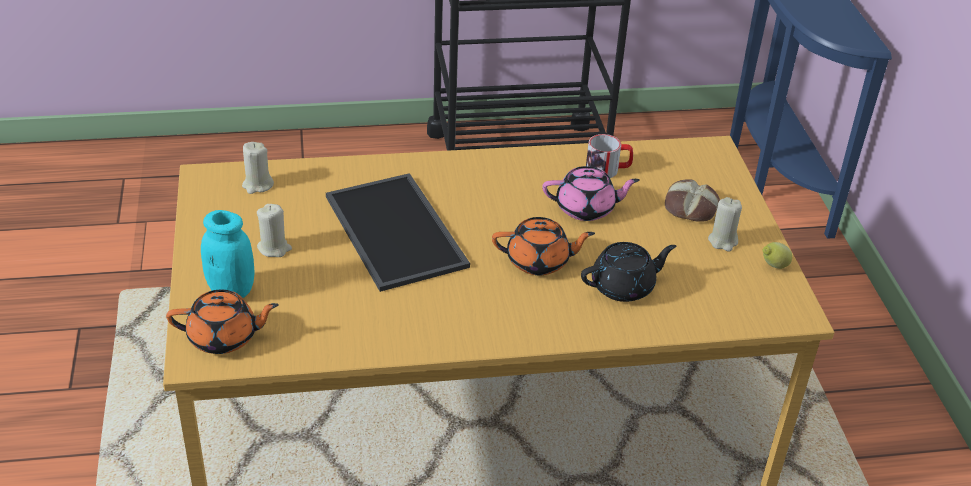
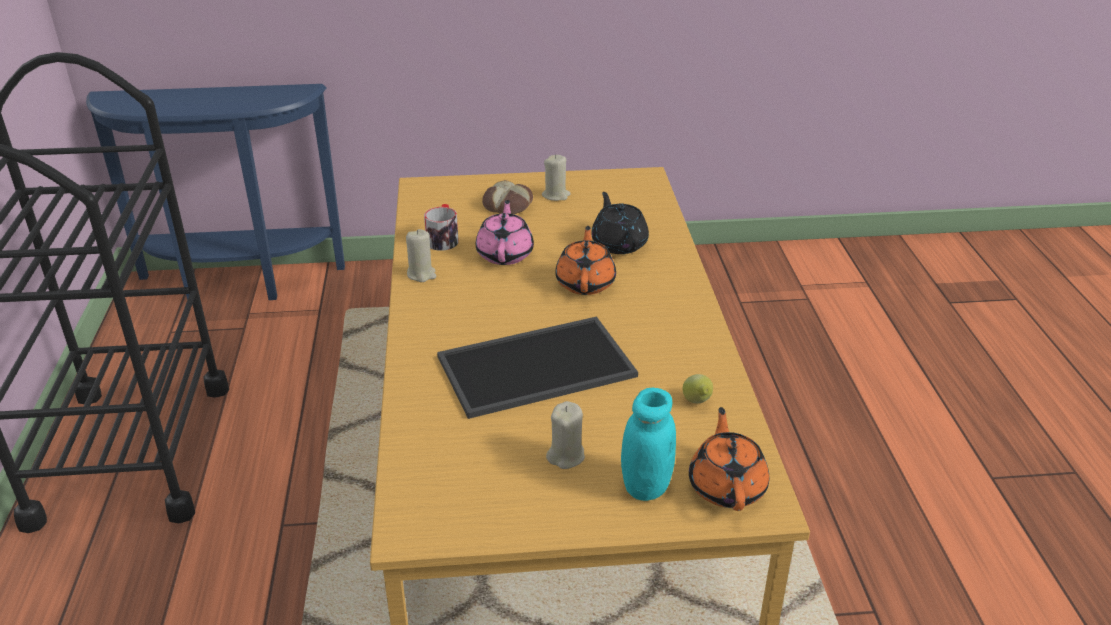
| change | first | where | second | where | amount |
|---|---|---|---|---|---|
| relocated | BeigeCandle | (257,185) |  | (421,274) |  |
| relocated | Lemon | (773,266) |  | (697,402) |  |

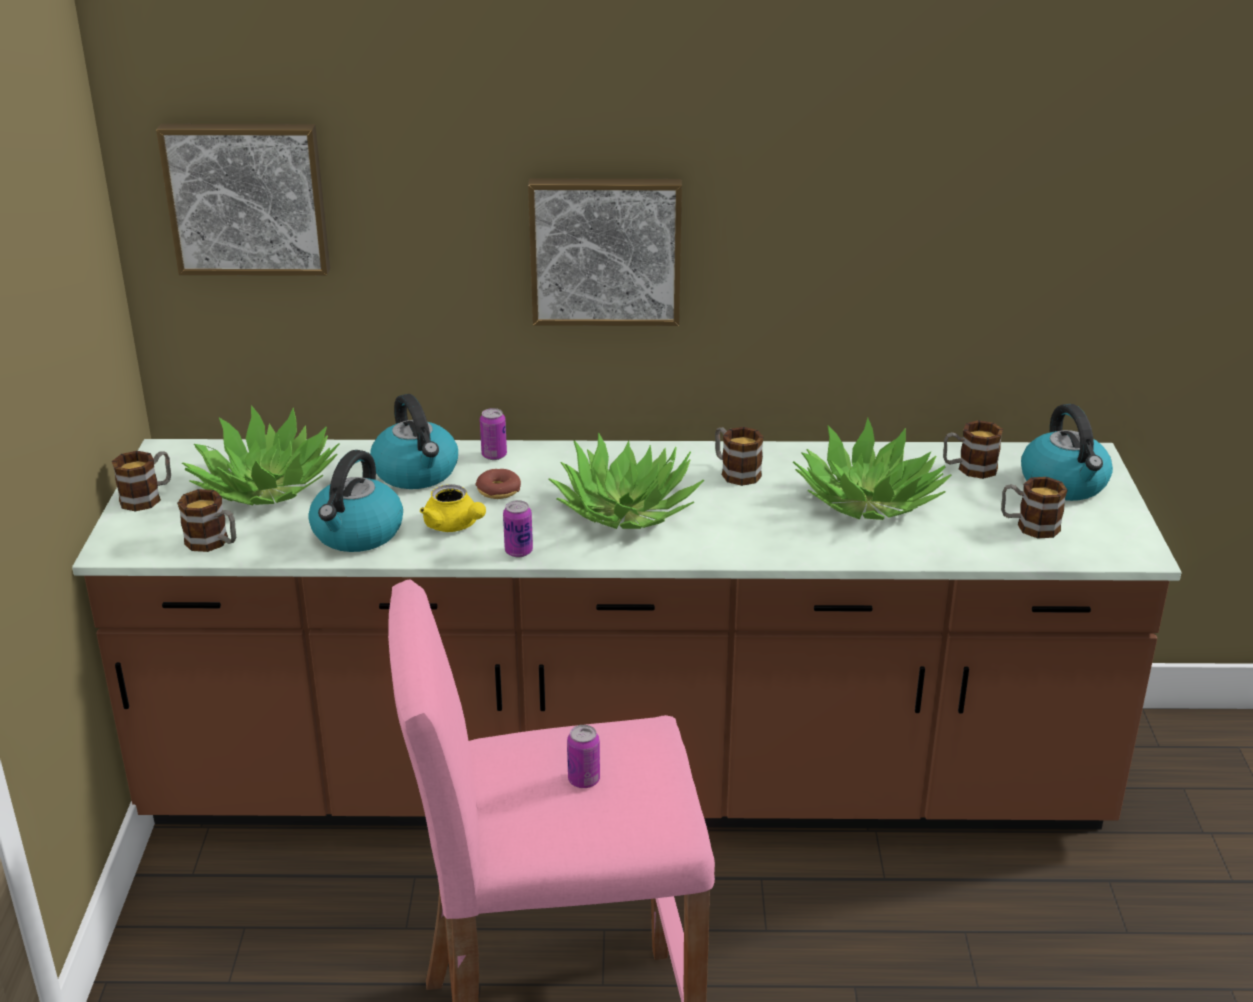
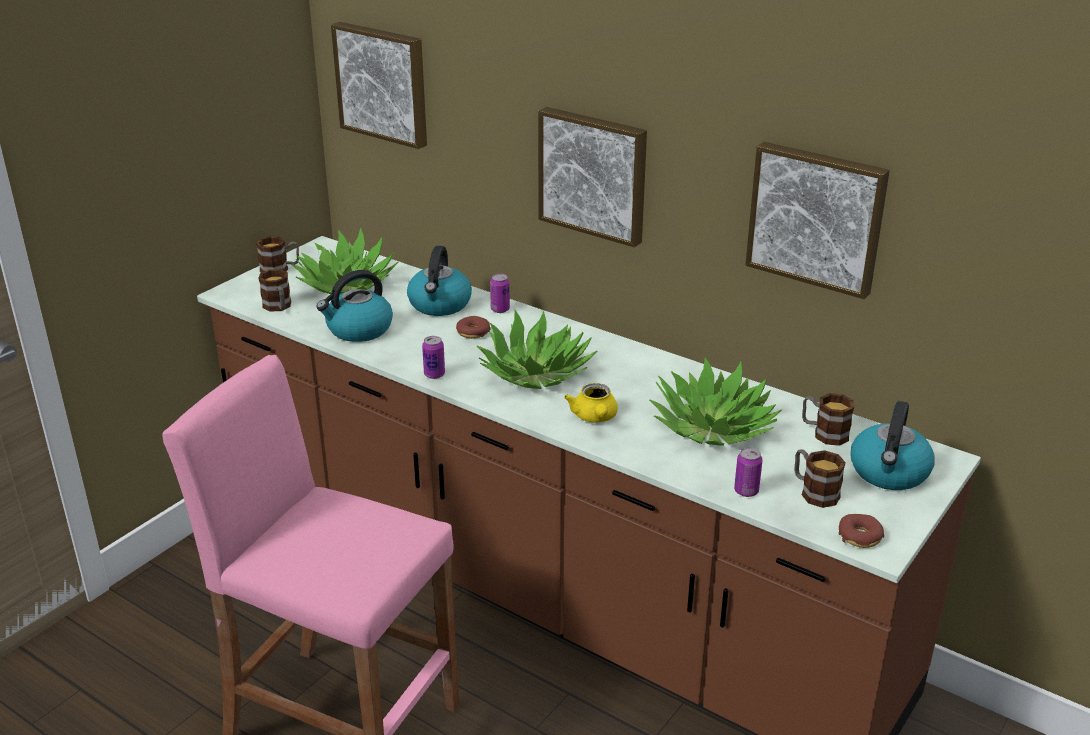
| change | first | where | second | where | amount |
|---|---|---|---|---|---|
| relocated | YellowTeapot | (454,526) |  | (594,418) |  |
| relocated | Can | (584,780) |  | (746,491) |  |
| missing | Mug | (735,472) |  |  |  |
| appeared |  |  | Picture | (817,217) |  |
| appeared |  |  | Donut | (860,536) |  |

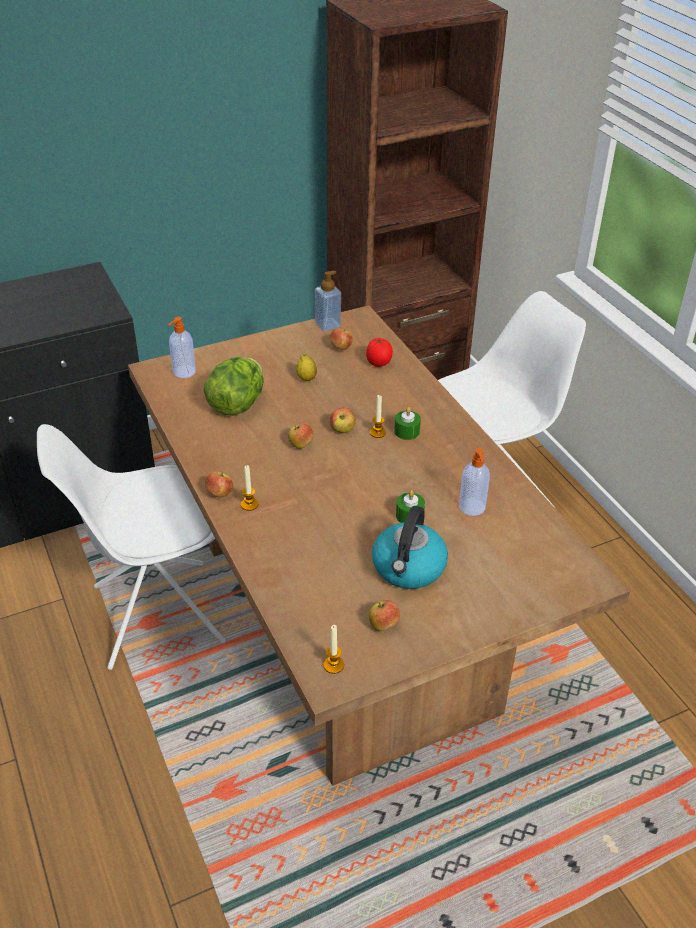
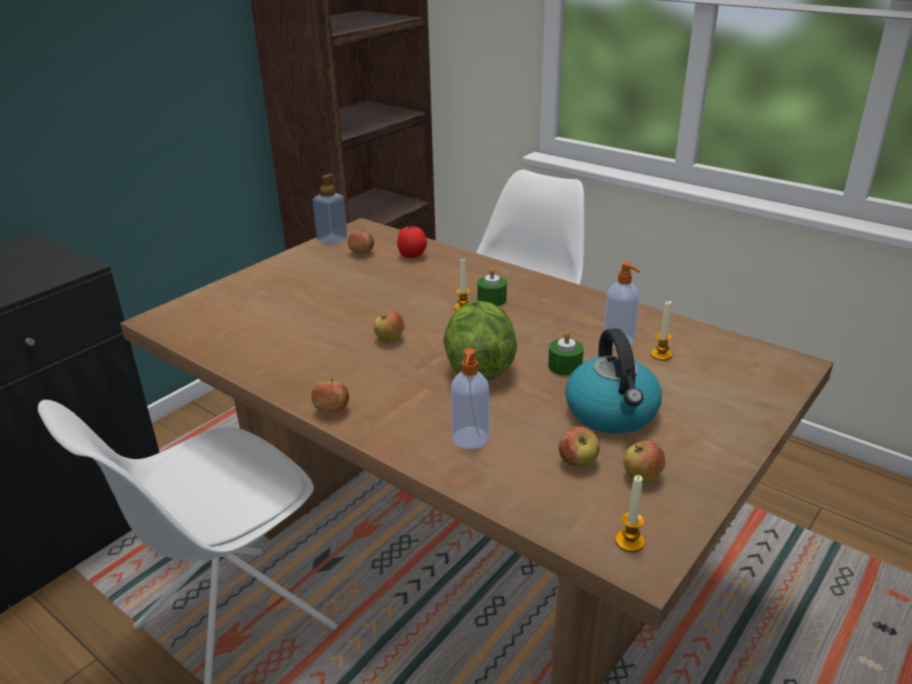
| change | first | where | second | where | amount |
|---|---|---|---|---|---|
| relocated | SoapDispenser | (183,372) |  | (470,439) |  |
| relocated | Lettuce | (237,404) |  | (479,368) |  |
| relocated | Candle | (249,504) |  | (661,355) |  |
| missing | Lemon | (306,378) |  |  |  |
| relocated | Apple | (342,430) |  | (578,462) |  |

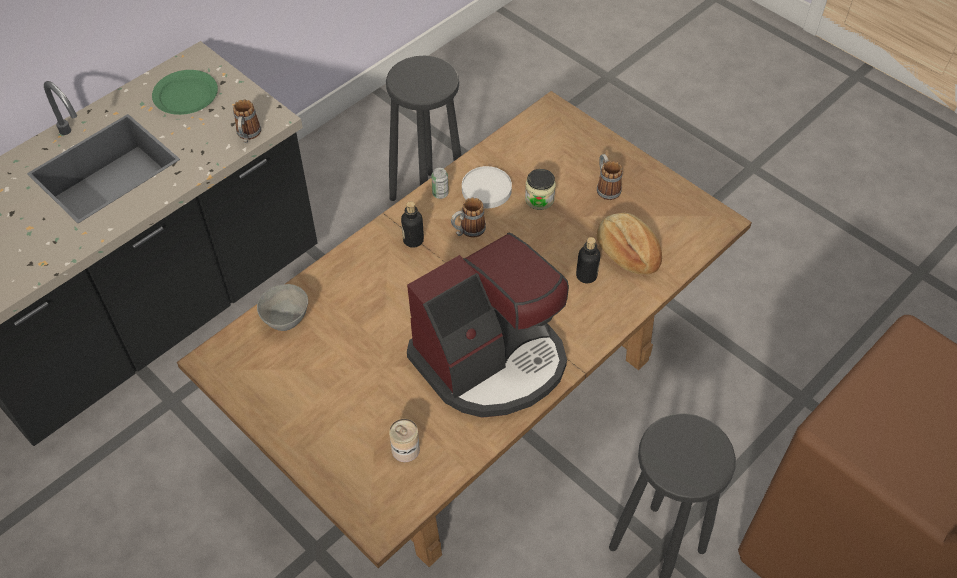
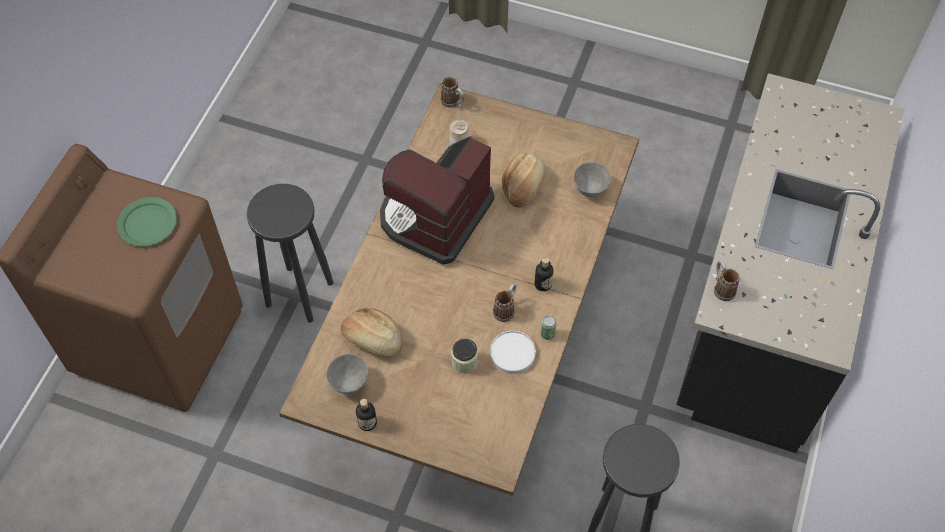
| change | first | where | second | where | amount |
|---|---|---|---|---|---|
| relocated | GreenPlate | (186,95) |  | (147,224) |  |
| relocated | Bottle | (586,275) |  | (367,423) |  |
| relocated | Mug | (606,187) |  | (453,103) |  |
| appeared |  |  | GreyBowl | (349,383) |  |
| appeared |  |  | Bread | (523,186) |  |

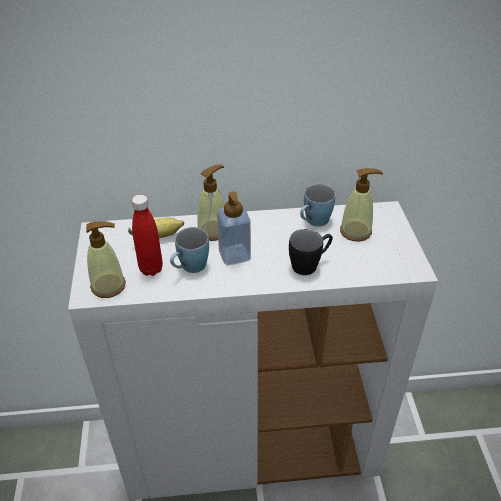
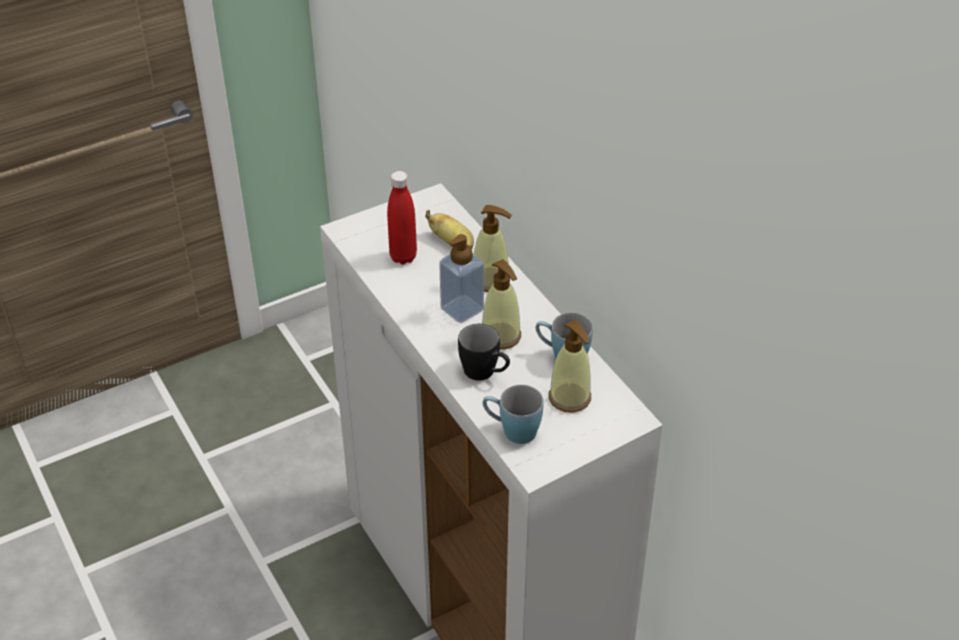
| change | first | where | second | where | amount |
|---|---|---|---|---|---|
| relocated | SoapDispenser | (108,286) |  | (501,336) |  |
| relocated | BlueMug | (189,268) |  | (512,430) |  |

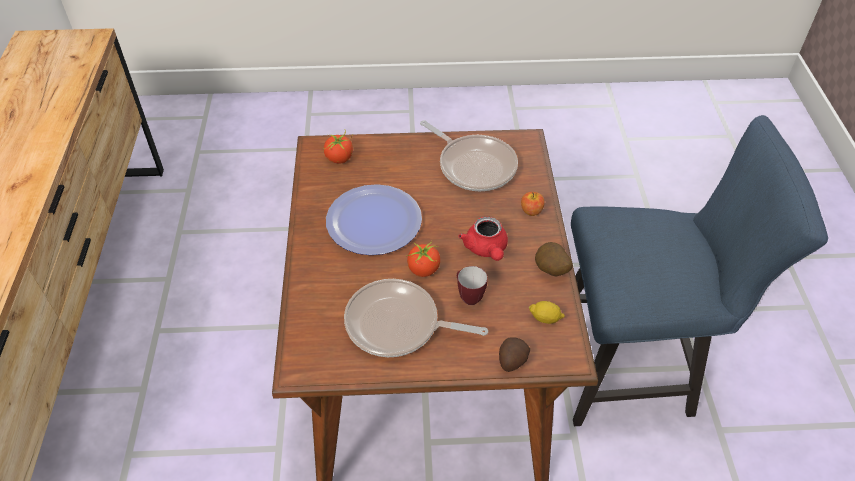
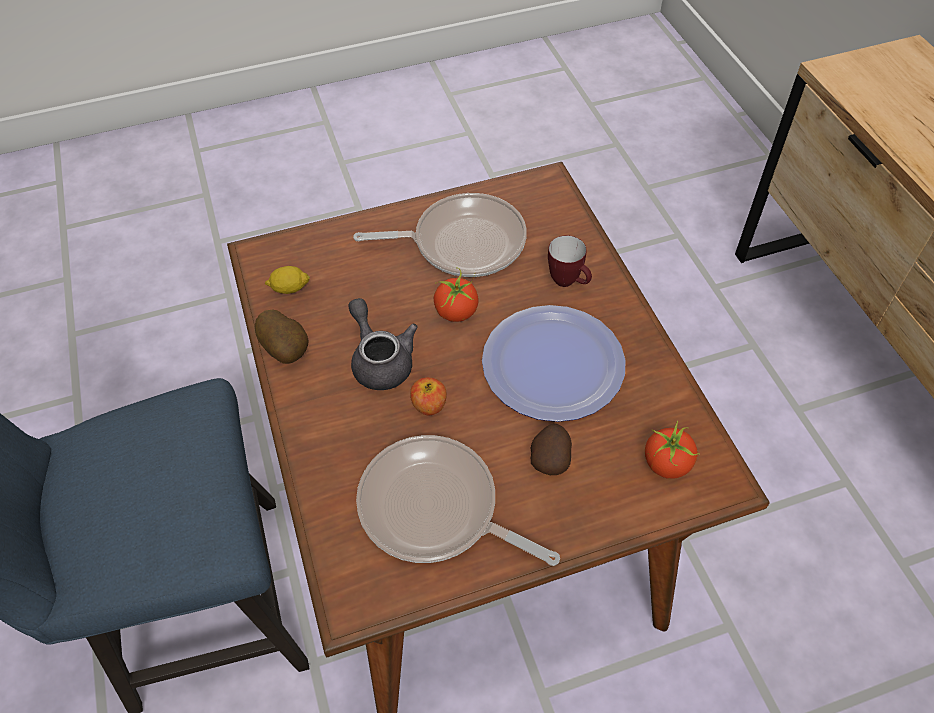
| change | first | where | second | where | amount |
|---|---|---|---|---|---|
| relocated | Mug | (468,297) |  | (568,282) |  |
| colour | RedTeapot | (486,249) | GreyTeapot | (380,360) |  |
| relocated | Potato | (511,361) |  | (550,458) |  |
| relocated | Apple | (531,211) |  | (429,405) |  |

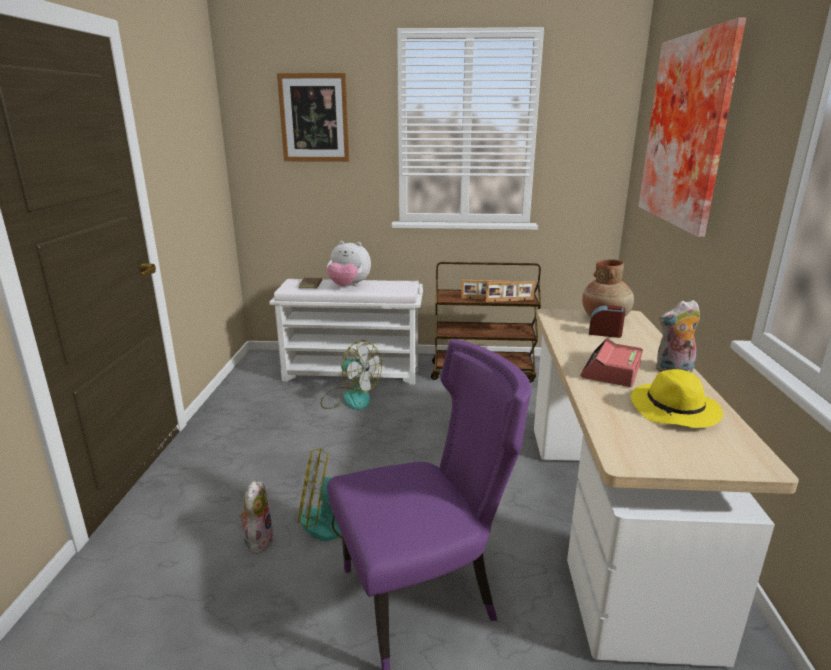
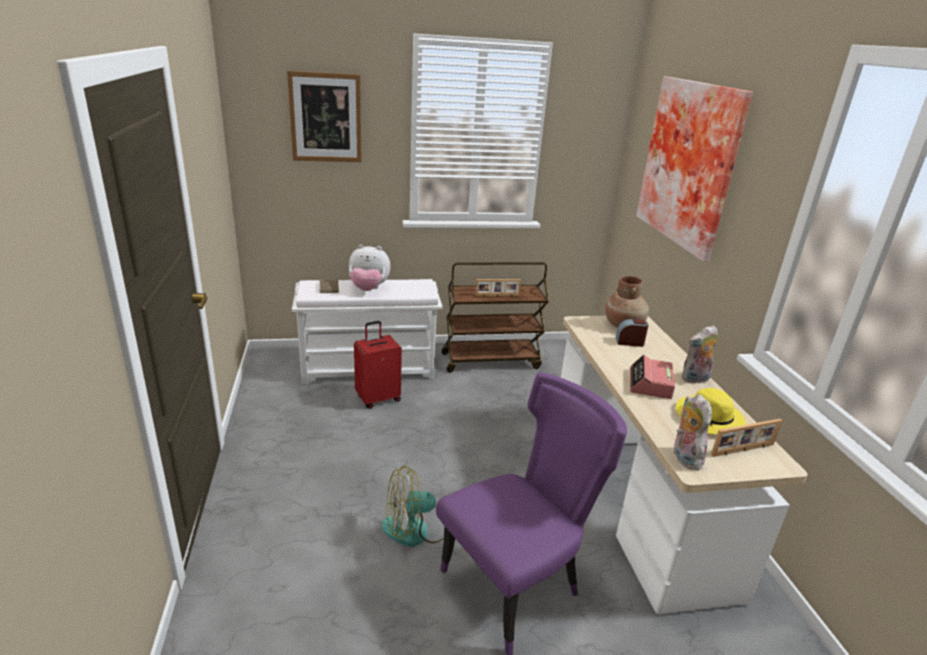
| change | first | where | second | where | amount |
|---|---|---|---|---|---|
| relocated | PlushToy | (258,540) |  | (684,457) |  |
| exchanged | Fan | (350,398) | RedSuitcase | (378,398) |  |
| relocated | PictureFrame | (509,301) |  | (743,450) |  |

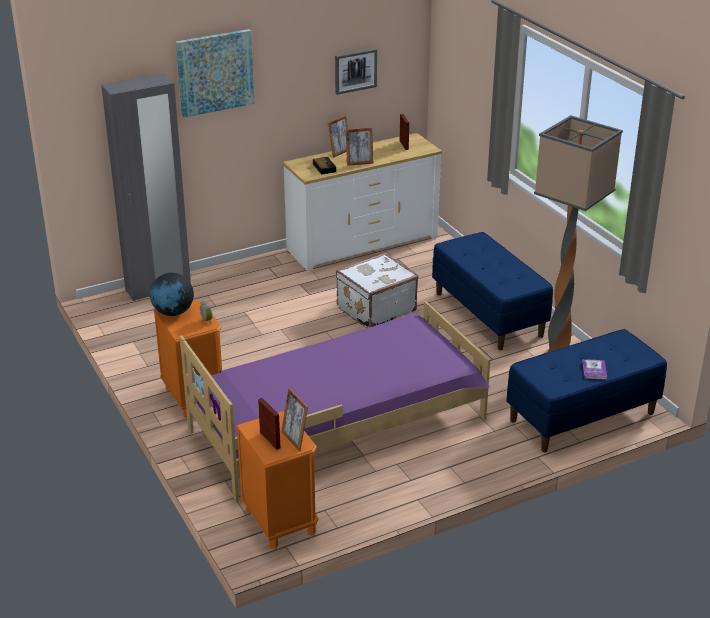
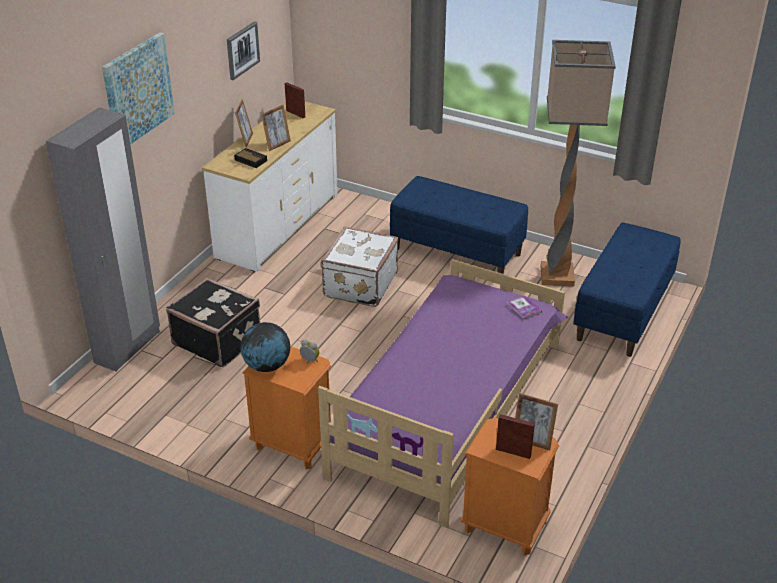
| change | first | where | second | where | amount |
|---|---|---|---|---|---|
| relocated | Book | (594,370) |  | (524,308) |  |
| appeared |  |  | BlackSuitcase | (217,340) |  |

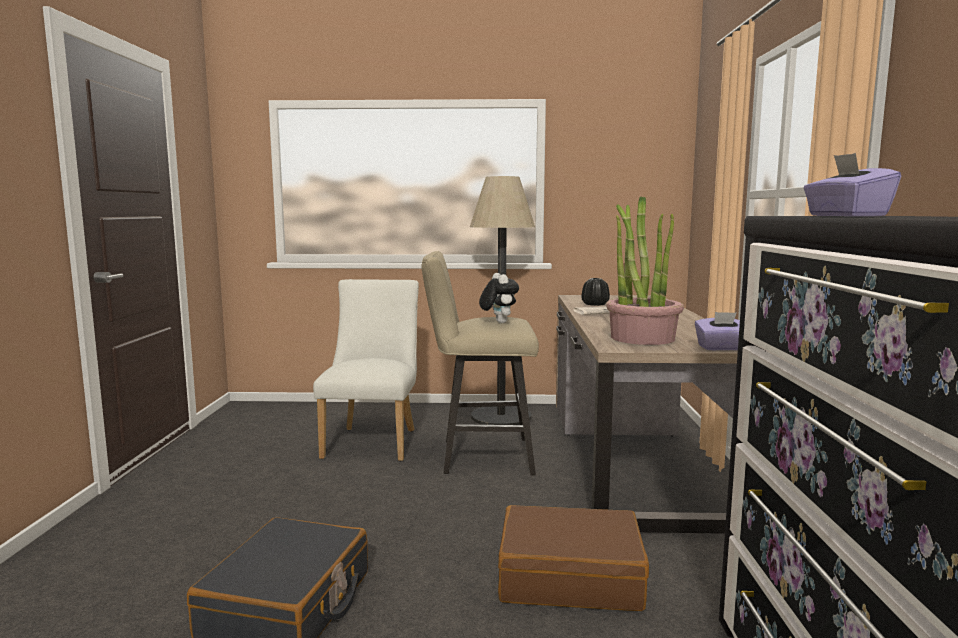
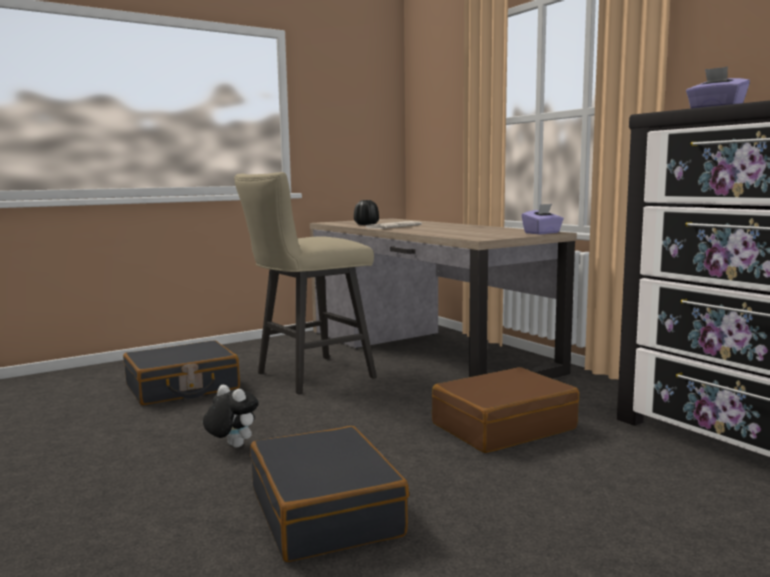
| change | first | where | second | where | amount |
|---|---|---|---|---|---|
| exchanged | WhiteChair | (373,441) | BlackSuitcase | (182,388) |  |
| missing | FloorLamp | (501,417) |  |  |  |
| relocated | PlushToy | (498,322) |  | (231,446) |  |
| missing | PottedPlant | (642,338) |  |  |  |

